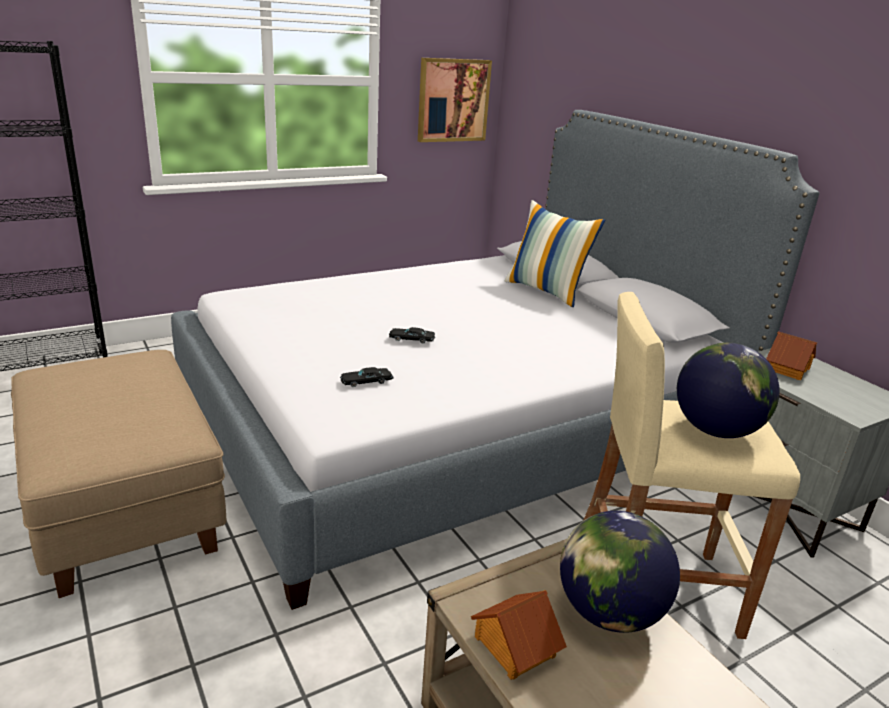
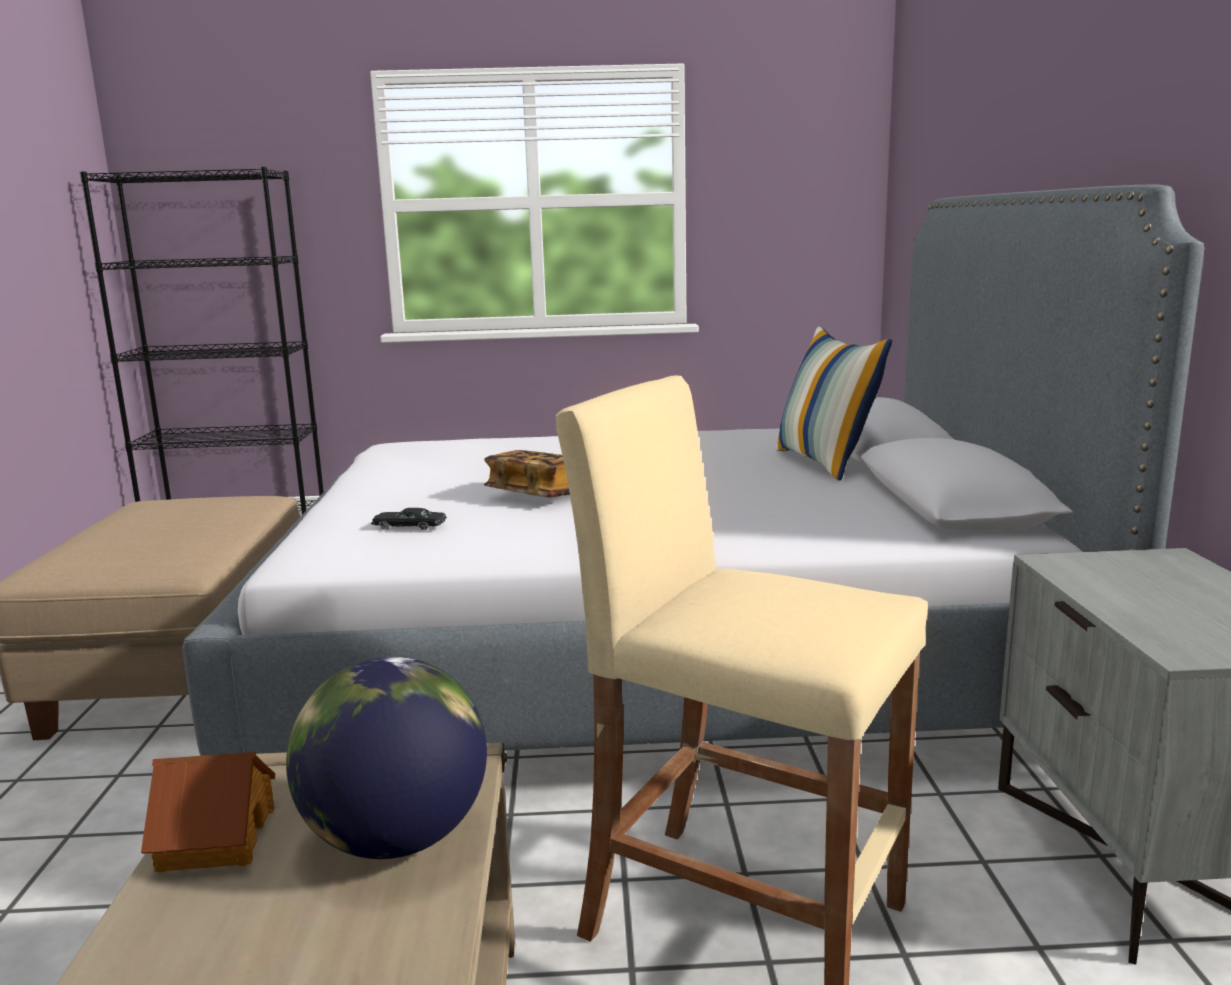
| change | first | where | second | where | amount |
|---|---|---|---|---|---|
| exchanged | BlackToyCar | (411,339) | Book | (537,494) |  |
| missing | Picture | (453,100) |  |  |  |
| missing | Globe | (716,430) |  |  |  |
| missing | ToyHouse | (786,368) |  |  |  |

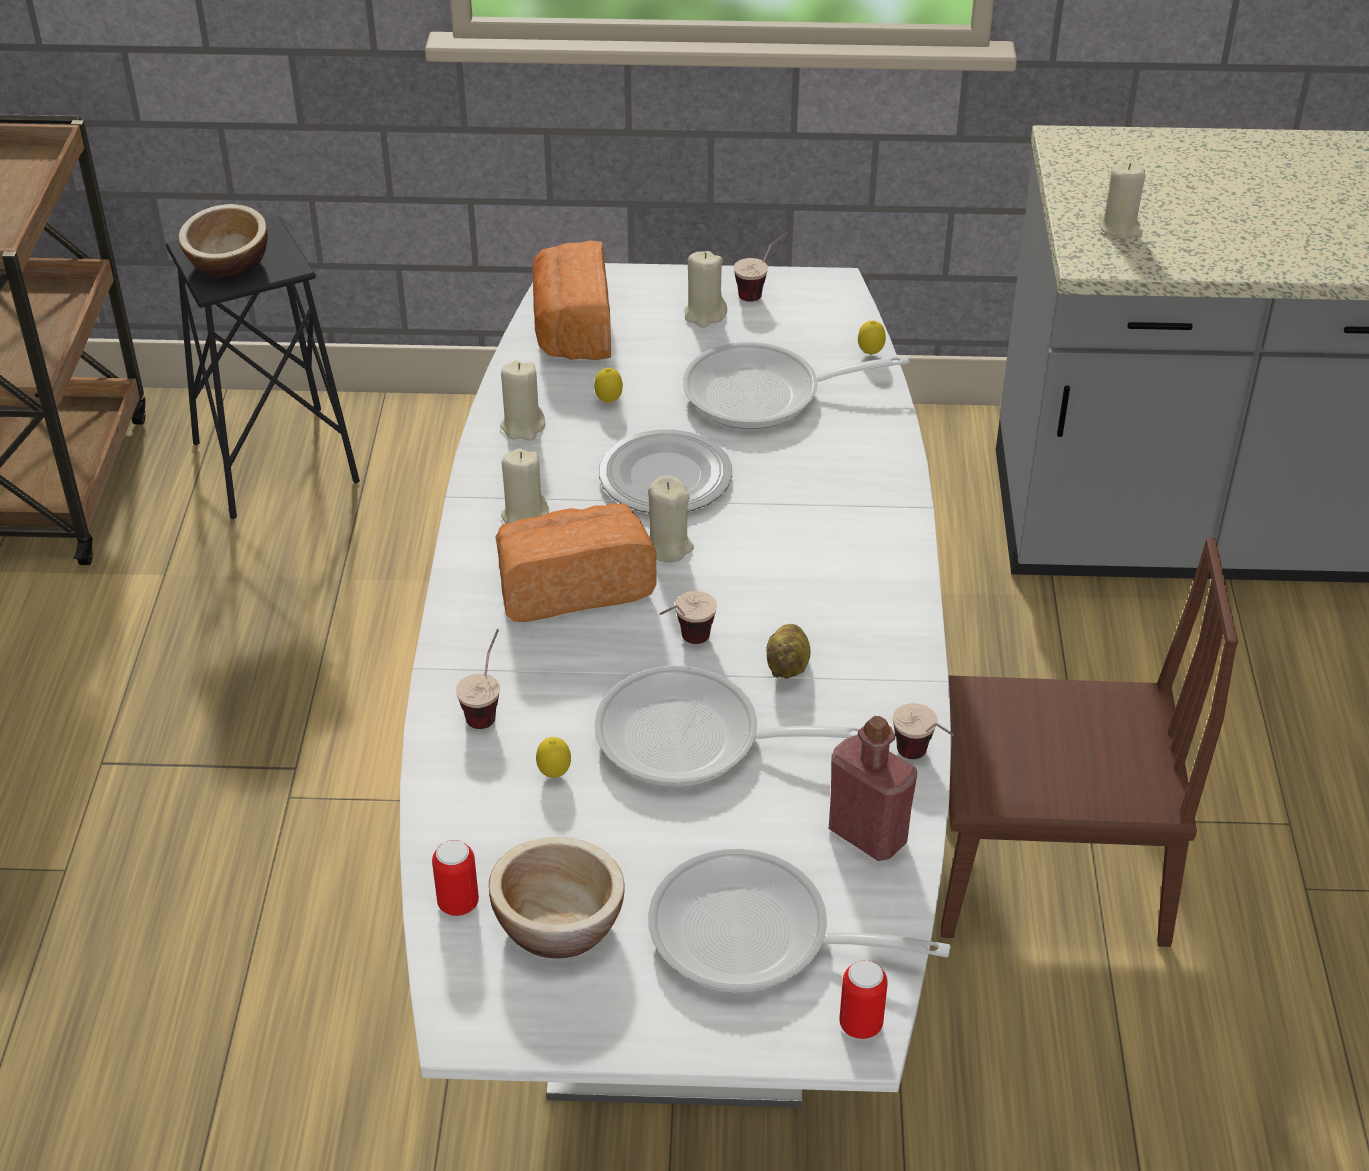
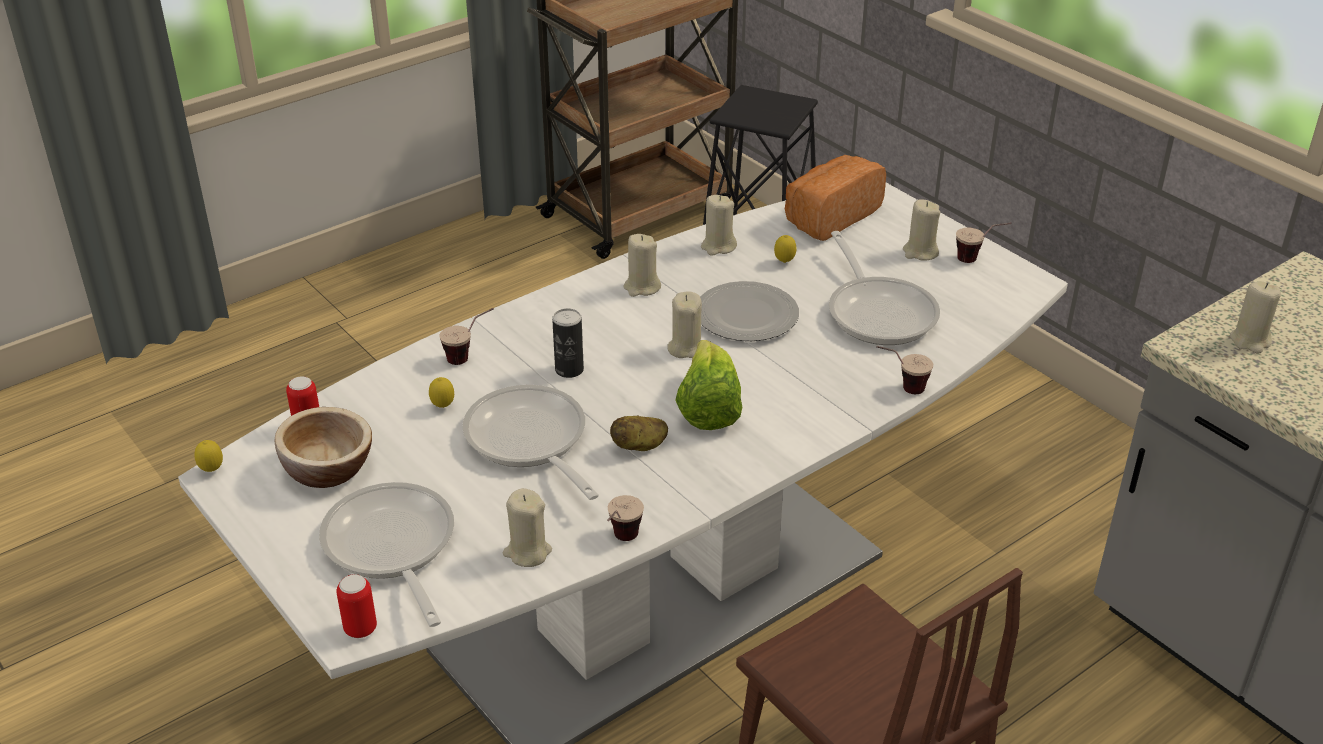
| change | first | where | second | where | amount |
|---|---|---|---|---|---|
| missing | Bowl | (229,264) |  |  |  |
| missing | Bread | (572,586) |  |  |  |
| relocated | Cup | (685,644) |  | (900,388) |  |
| spun | FryingPan | (764,395) |  | (879,311) | 150 degrees counterclockwise |
| exchanged | RedBottle | (867,834) | BeigeCandle | (527,552) |  |
| relocated | Lemon | (870,354) |  | (212,470) |  |
| appeared |  |  | Can | (569,370) |  |
| appeared |  |  | Lettuce | (708,409) |  |

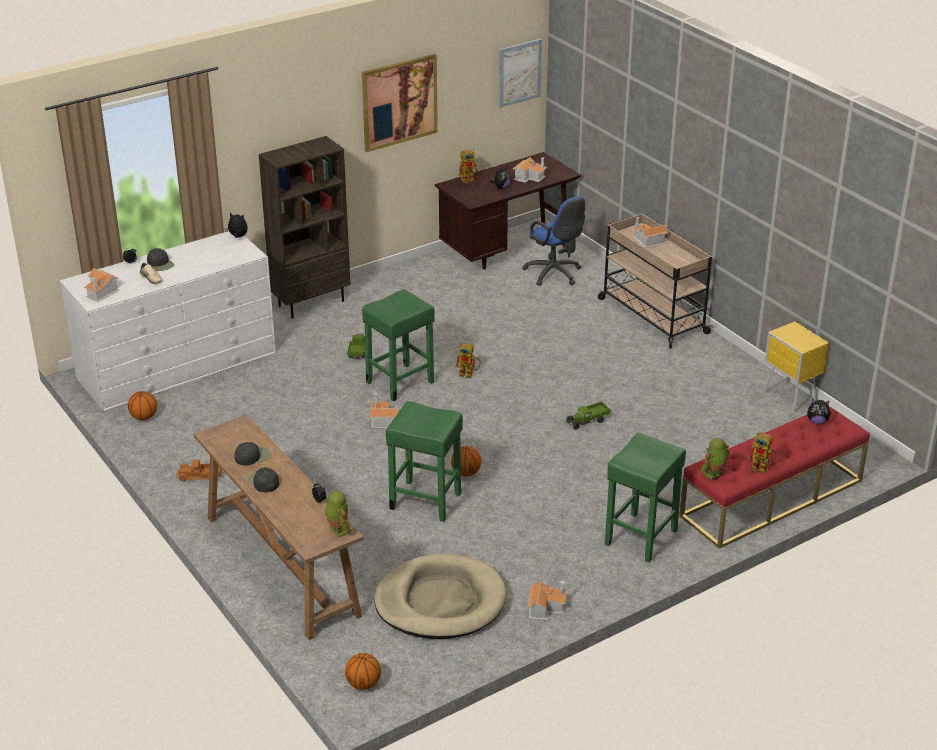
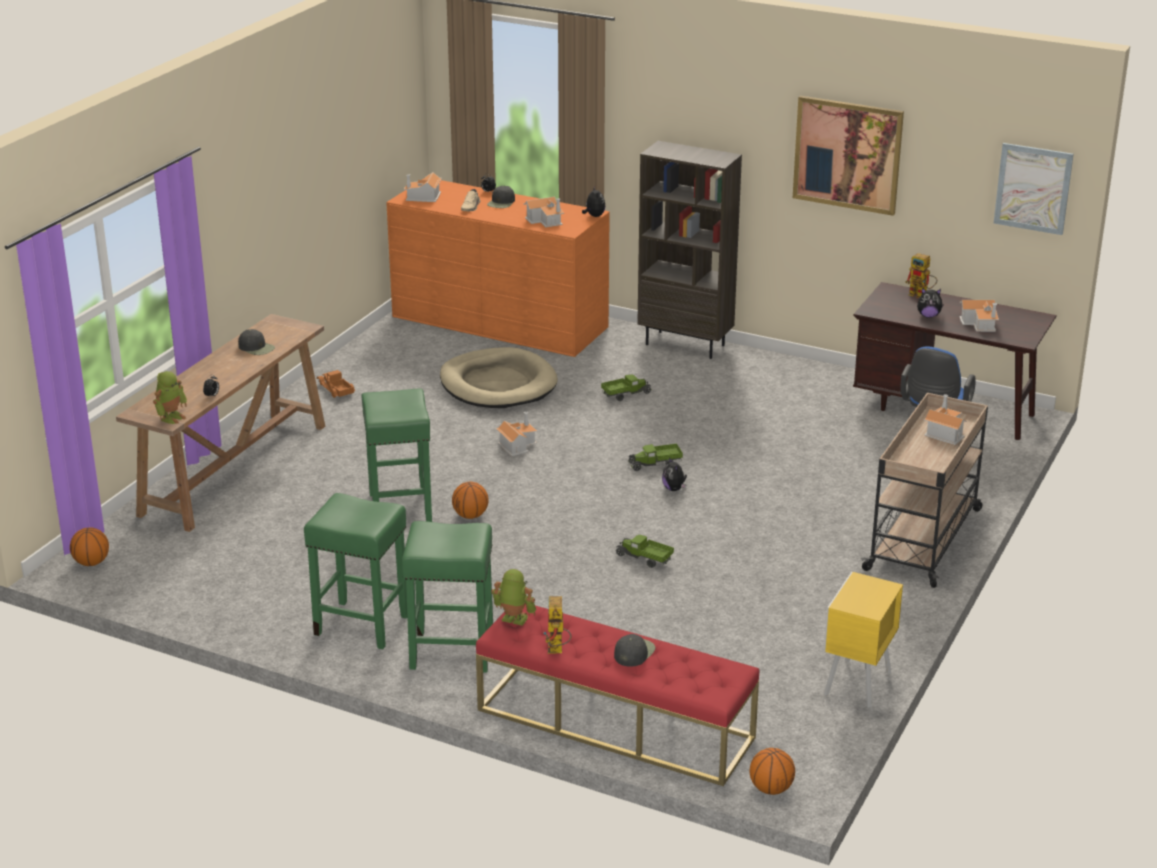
| change | first | where | second | where | amount |
|---|---|---|---|---|---|
| colour | WhiteDresser | (177,365) | OrangeDresser | (499,322) |  |
| relocated | Basketball | (144,417) |  | (771,789) |  |
| relocated | BlackCap | (263,481) |  | (634,652) |  |
| relocated | GreenStool | (400,382) |  | (363,625) |  |
| relocated | BeigeDogBed | (440,602) |  | (498,384) |  |
| exchanged | ToyRobot | (469,374) | ToyTruck | (655,464) |  |
| relocated | ToyHouse | (545,607) |  | (545,220) |  |
| relocated | PlushToy | (817,421) |  | (674,489) |  |

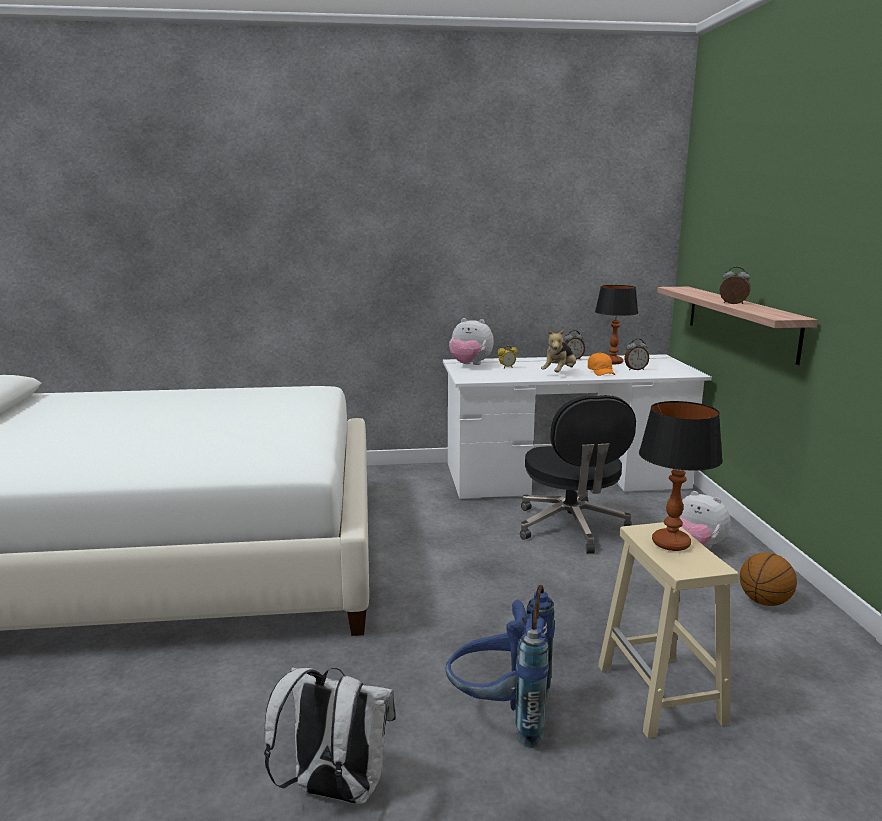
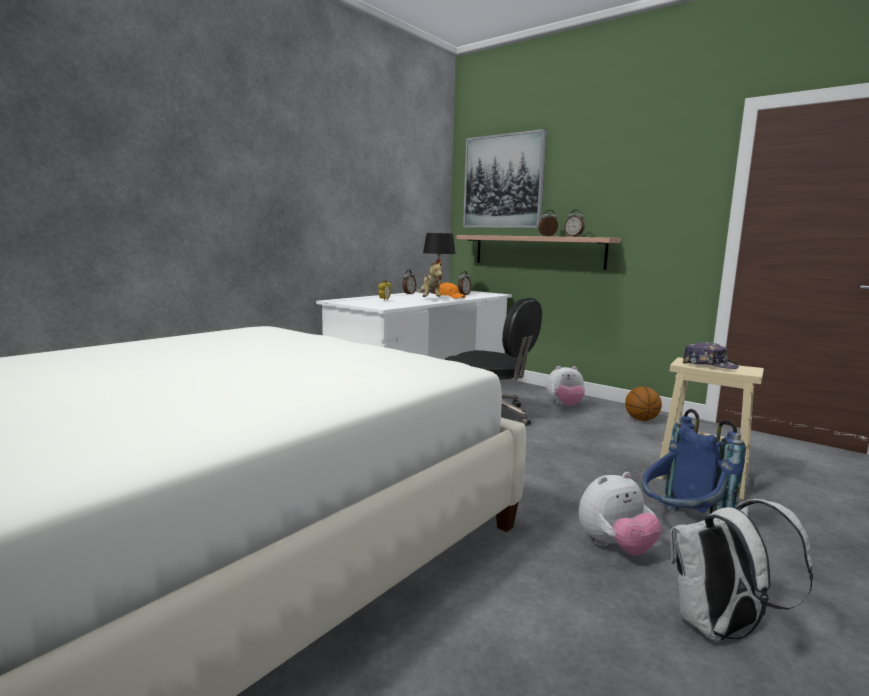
| change | first | where | second | where | amount |
|---|---|---|---|---|---|
| relocated | PlushToy | (469,365) |  | (615,547) |  |
| exchanged | TableLamp | (671,543) | Cap | (709,365) |  |
| appeared |  |  | Picture | (503,181) |  |
| appeared |  |  | AlarmClock | (574,236) |  |

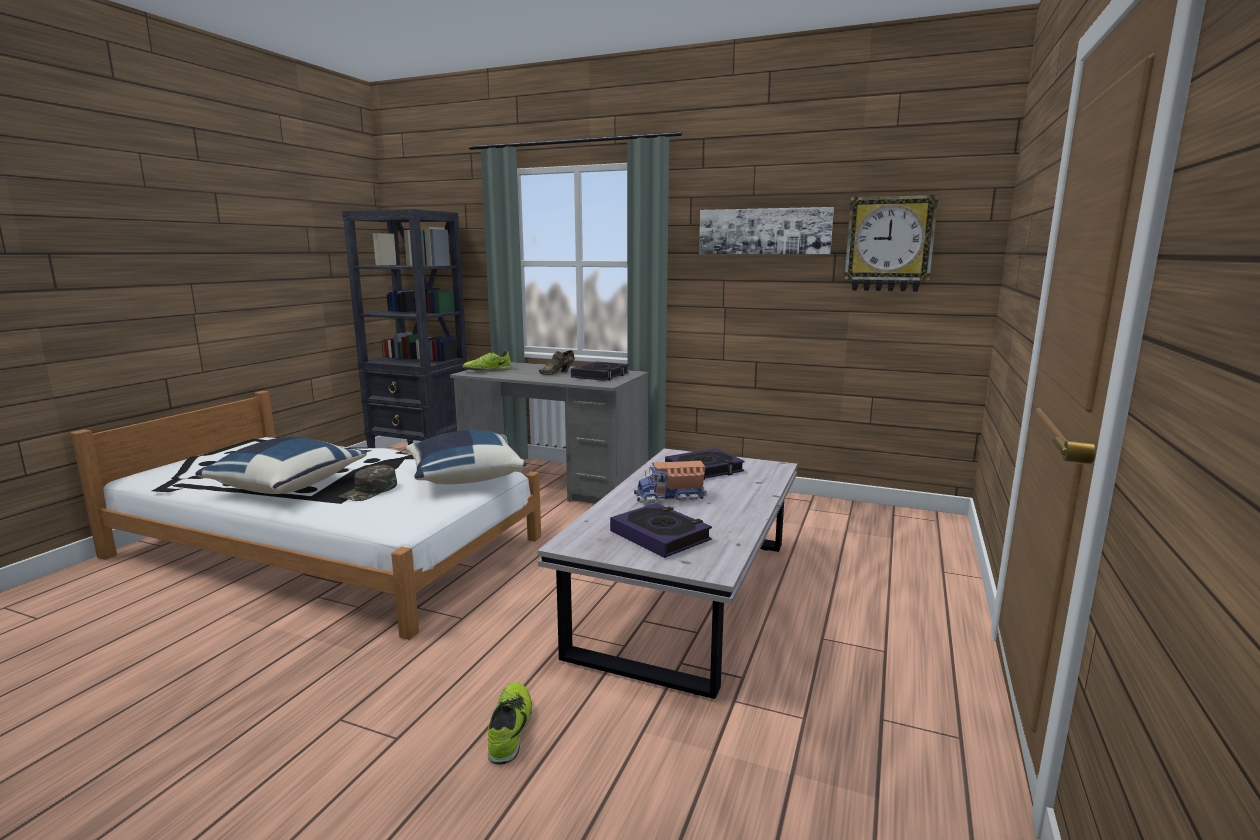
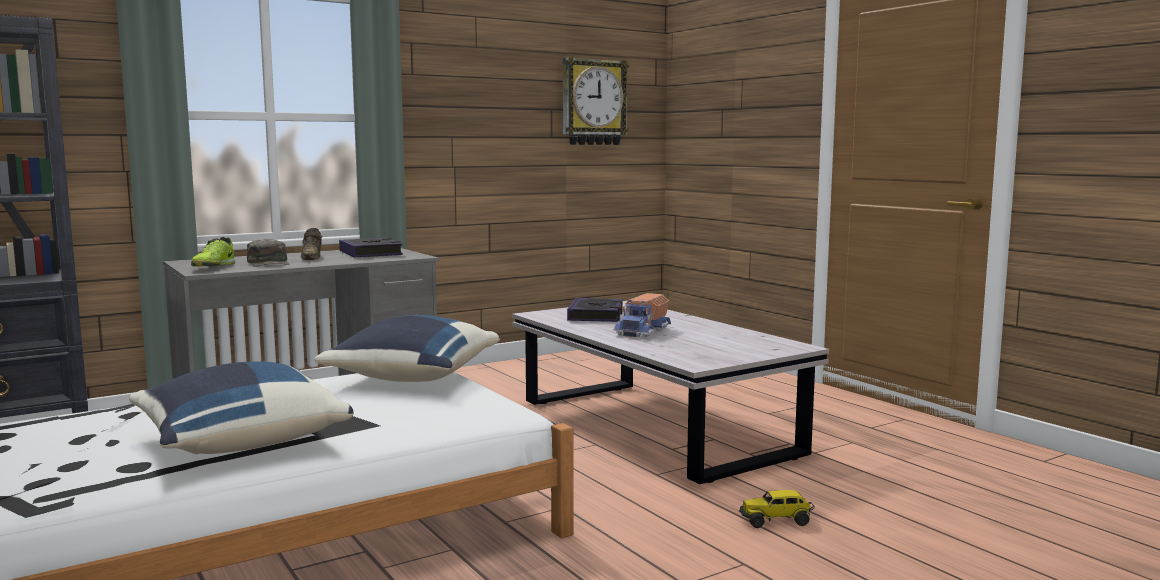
| change | first | where | second | where | amount |
|---|---|---|---|---|---|
| relocated | GreenCap | (369,491) |  | (269,263) |  |
| exchanged | Shoe | (510,729) | ToyTruck | (776,521) |  |
| missing | Book | (660,536) |  |  |  |
| missing | Picture | (764,231) |  |  |  |

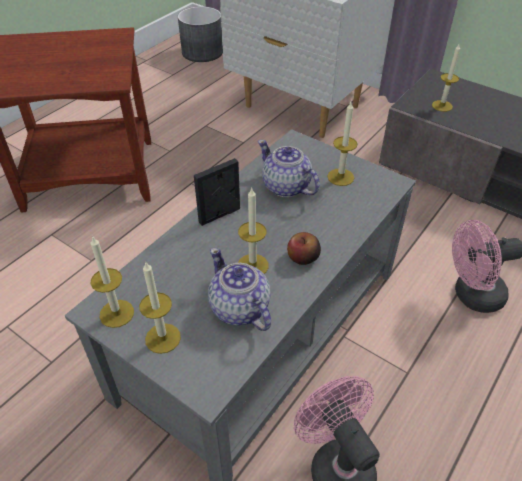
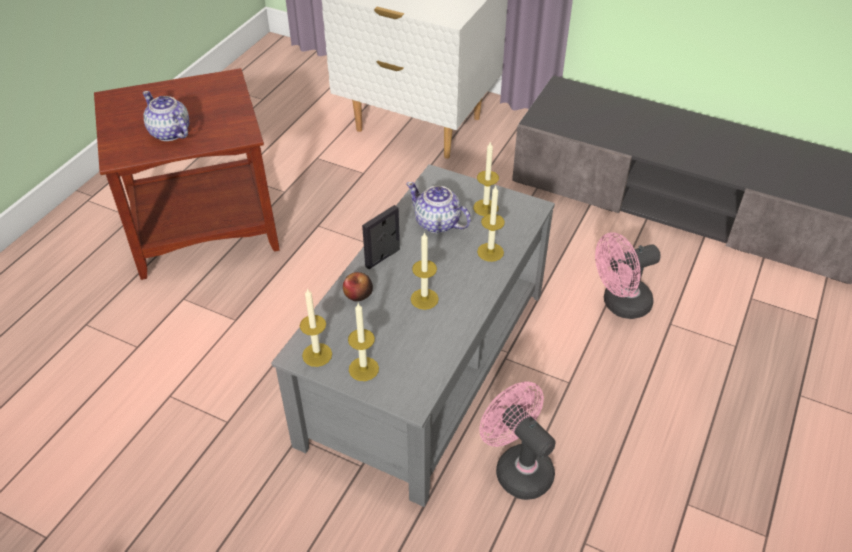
| change | first | where | second | where | amount |
|---|---|---|---|---|---|
| missing | GreyPlanter | (202,52) |  |  |  |
| relocated | Teapot | (239,309) |  | (170,133) |  |
| relocated | Apple | (303,257) |  | (358,295) |  |
| relocated | Candle | (442,106) |  | (490,252) |  |

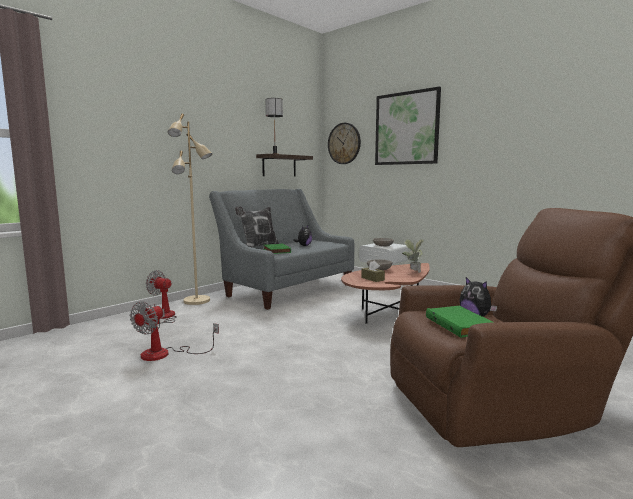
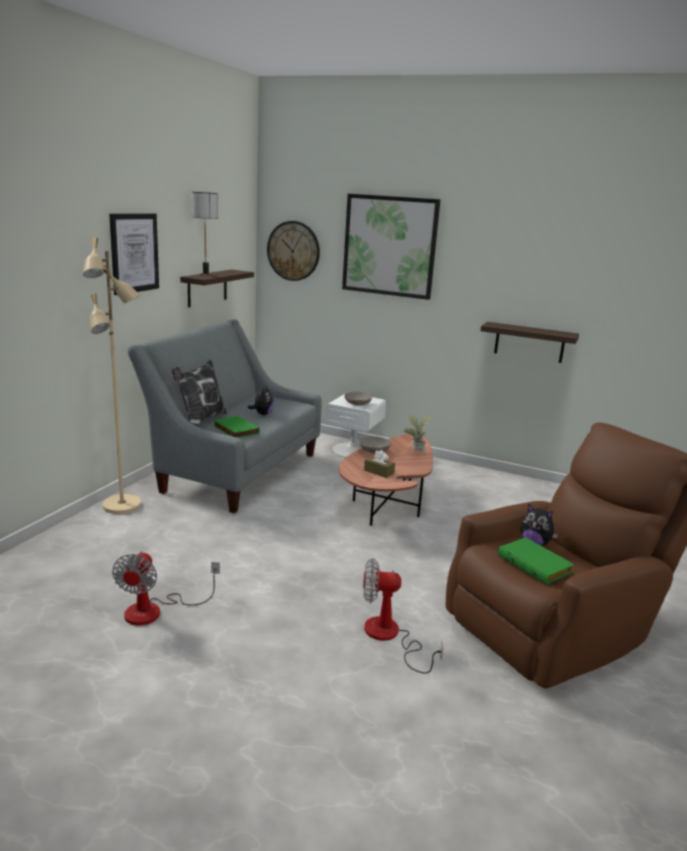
| change | first | where | second | where | amount |
|---|---|---|---|---|---|
| relocated | Fan | (164,317) |  | (389,637) |  |
| appeared |  |  | Picture | (134,253) |  |
| appeared |  |  | Shelf | (529,342) |  |

